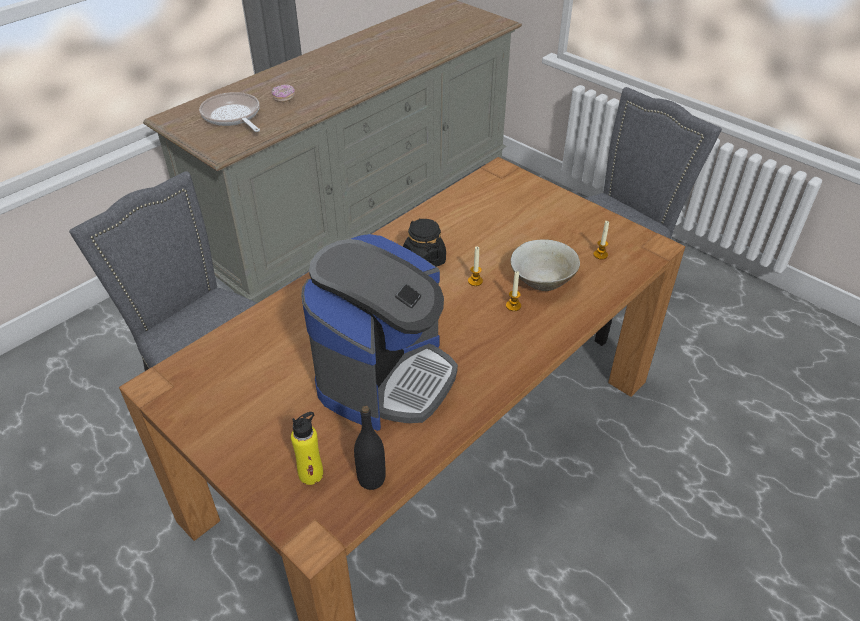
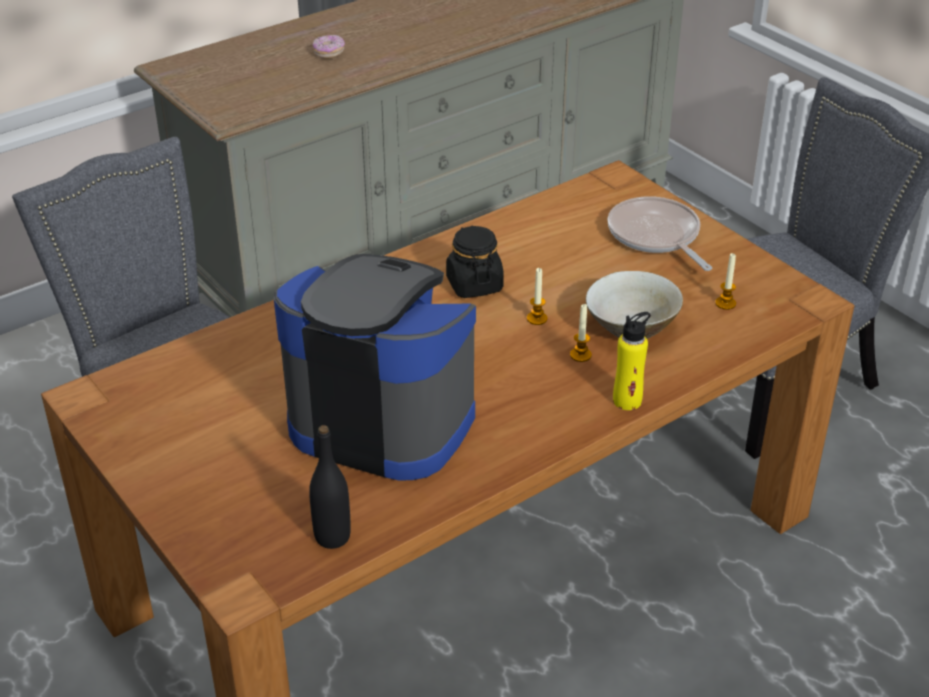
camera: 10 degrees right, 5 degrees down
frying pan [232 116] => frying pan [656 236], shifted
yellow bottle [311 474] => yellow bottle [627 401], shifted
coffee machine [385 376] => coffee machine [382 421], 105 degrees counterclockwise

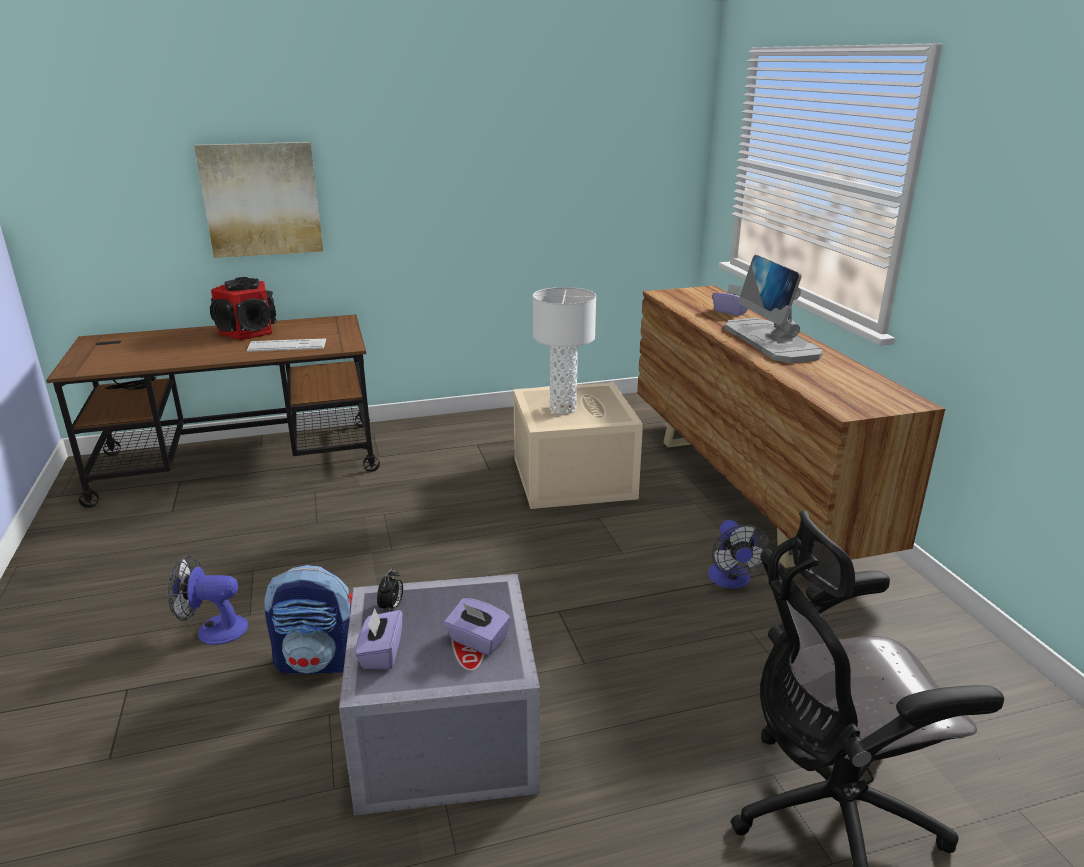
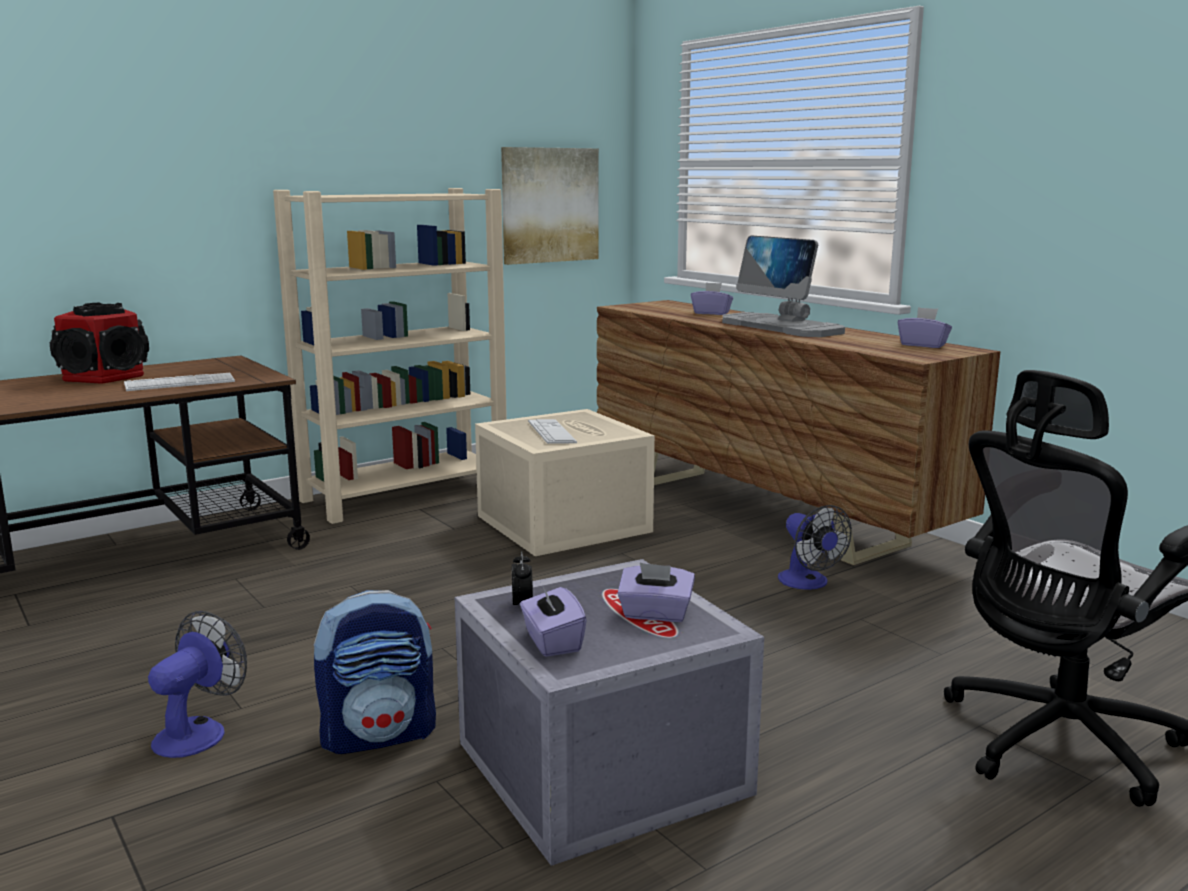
camera: 20 degrees left, 10 degrees down
nothing => beige bookcase [405 493]
nothing => purple tissue box [923 345]
picture [261 199] => picture [550 205], shifted
white table lamp [562 408] => keyboard [551 432]
fan [213 629] => fan [198 732], 135 degrees clockwise

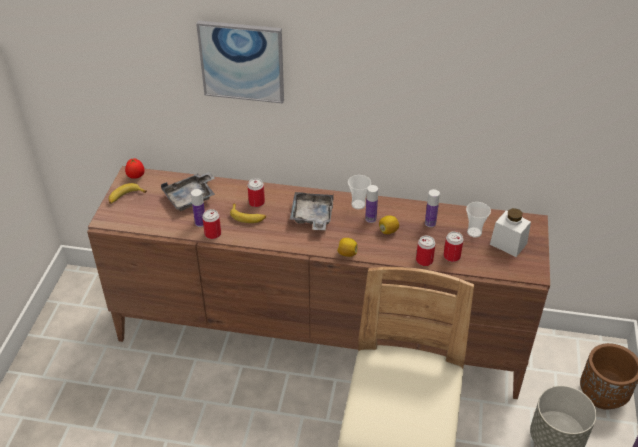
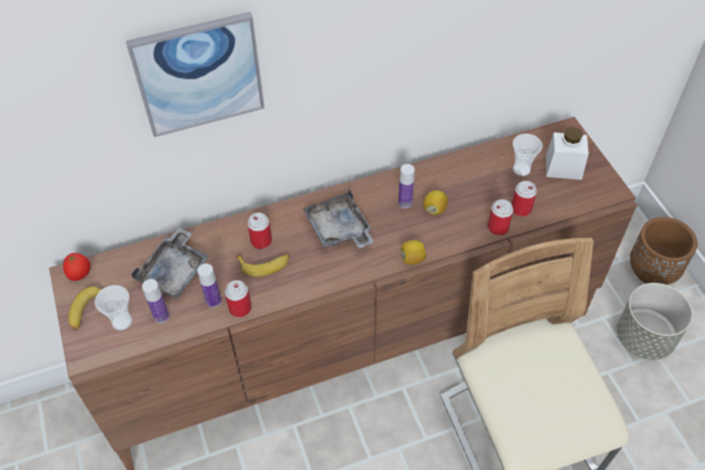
camera: 30 degrees left, 10 degrees up
cup [358 204] => cup [122 321], shifted
bottle [430 223] => bottle [161 316], shifted

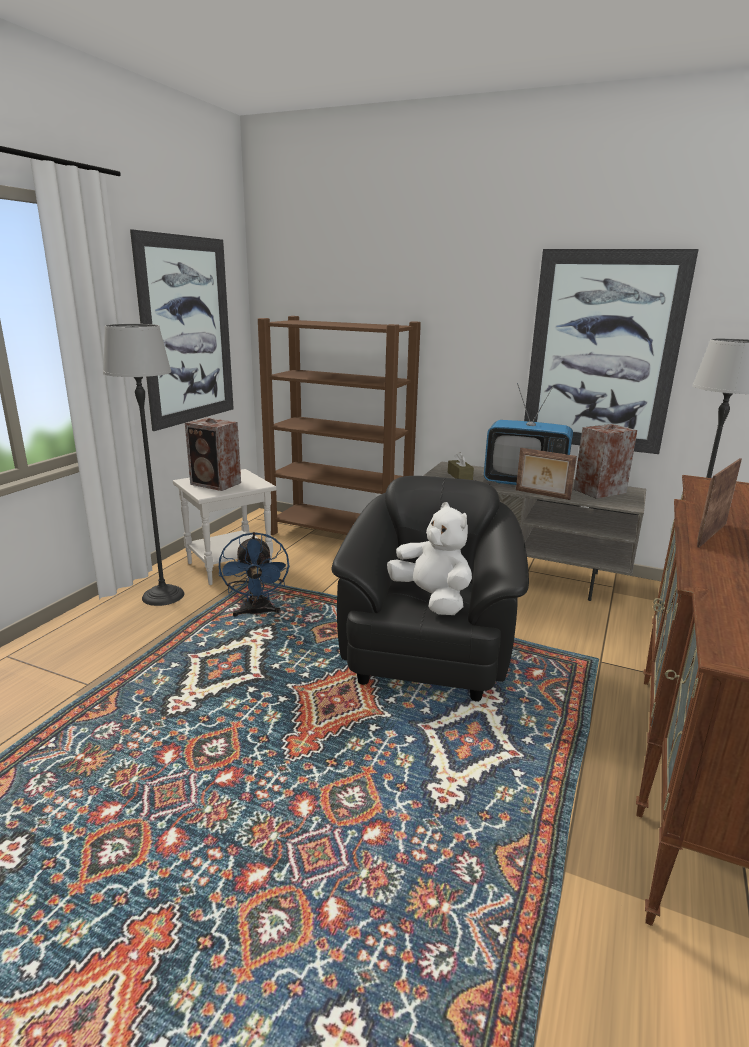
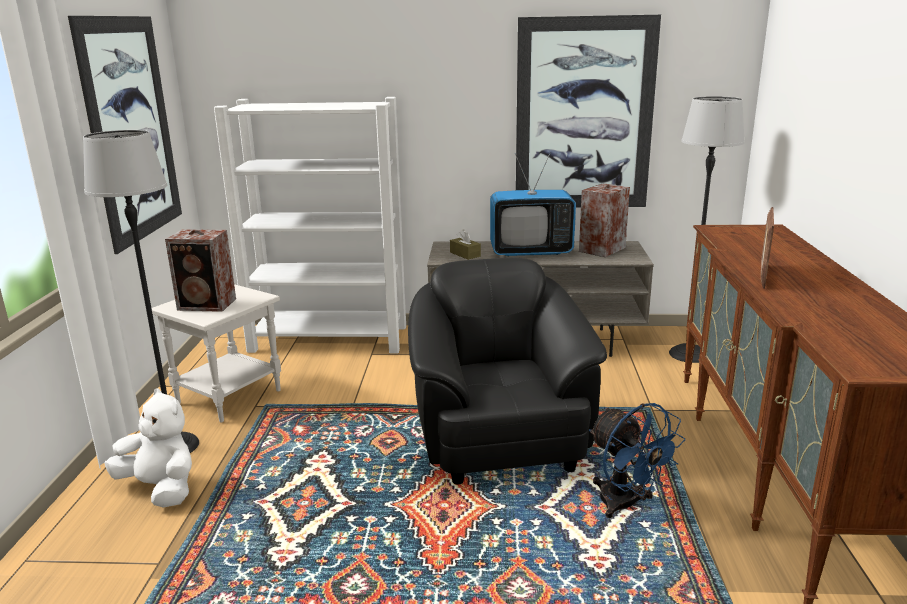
camera: 20 degrees left, 0 degrees up
picture frame [542 495] => nothing
blue fan [256 613] => blue fan [626 505], shifted
white plush toy [432 599] => white plush toy [161 488], shifted
brown bookcase [339 535] => white bookcase [329 338]

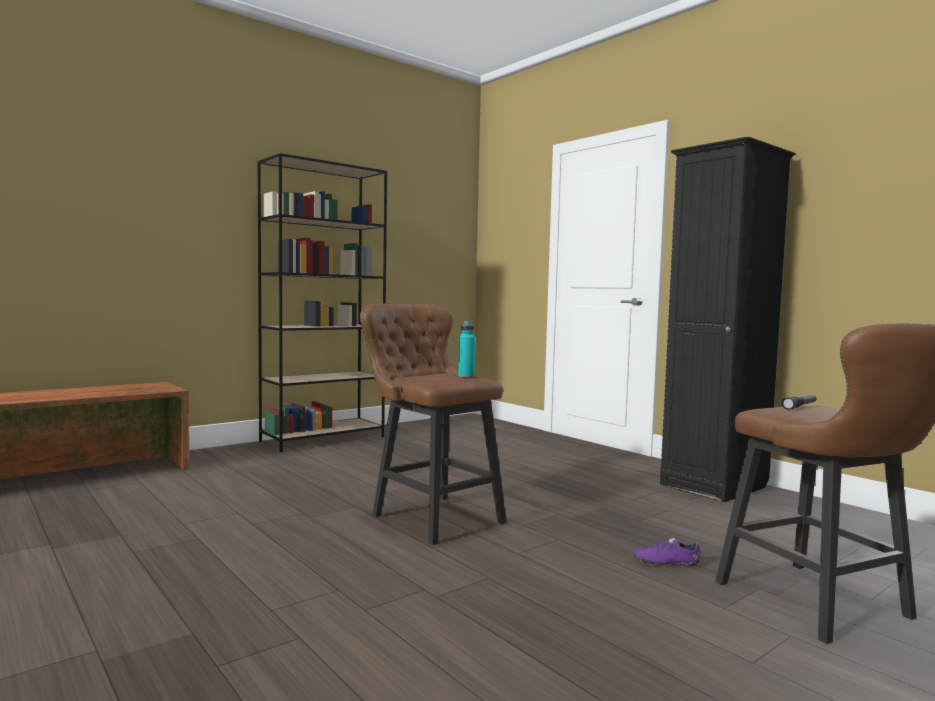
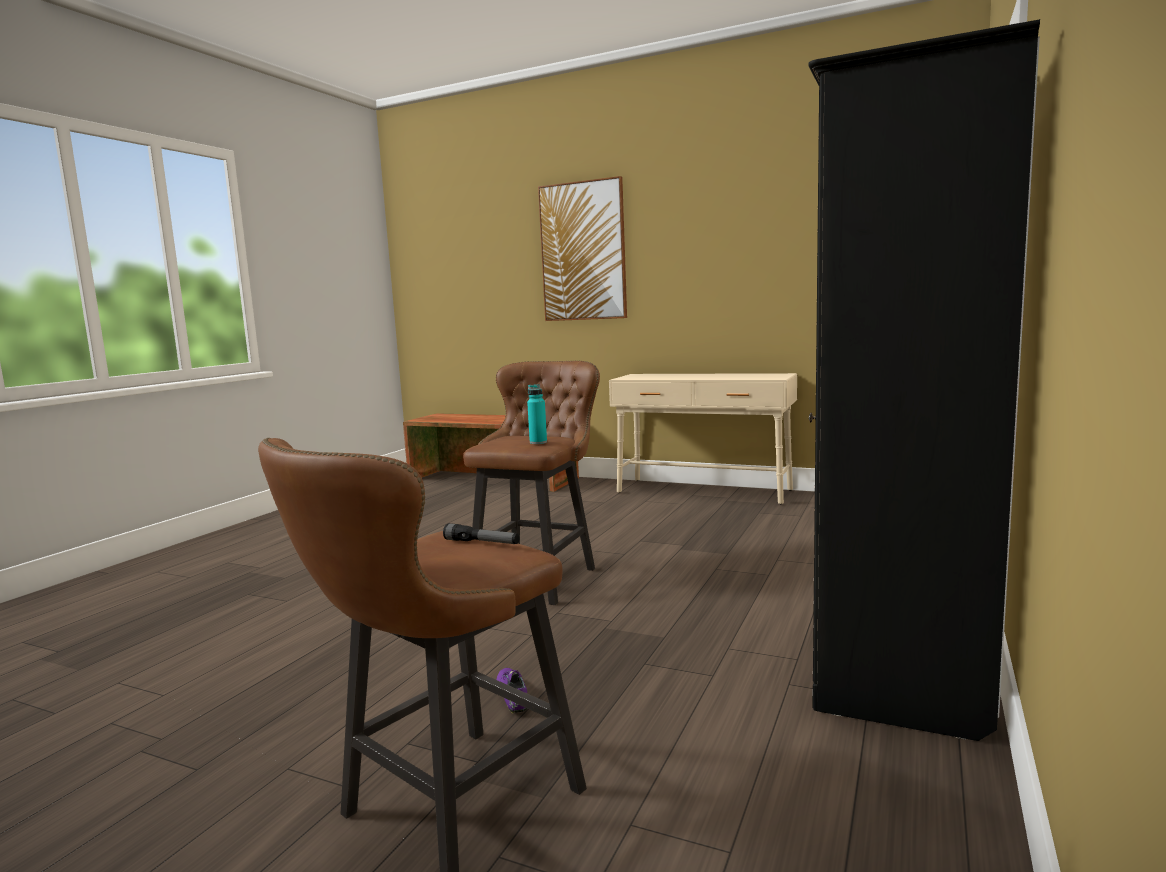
camera: 65 degrees right, 5 degrees up
nothing => picture [583 251]
beige bookcase [323 439] => beige console table [703 491]

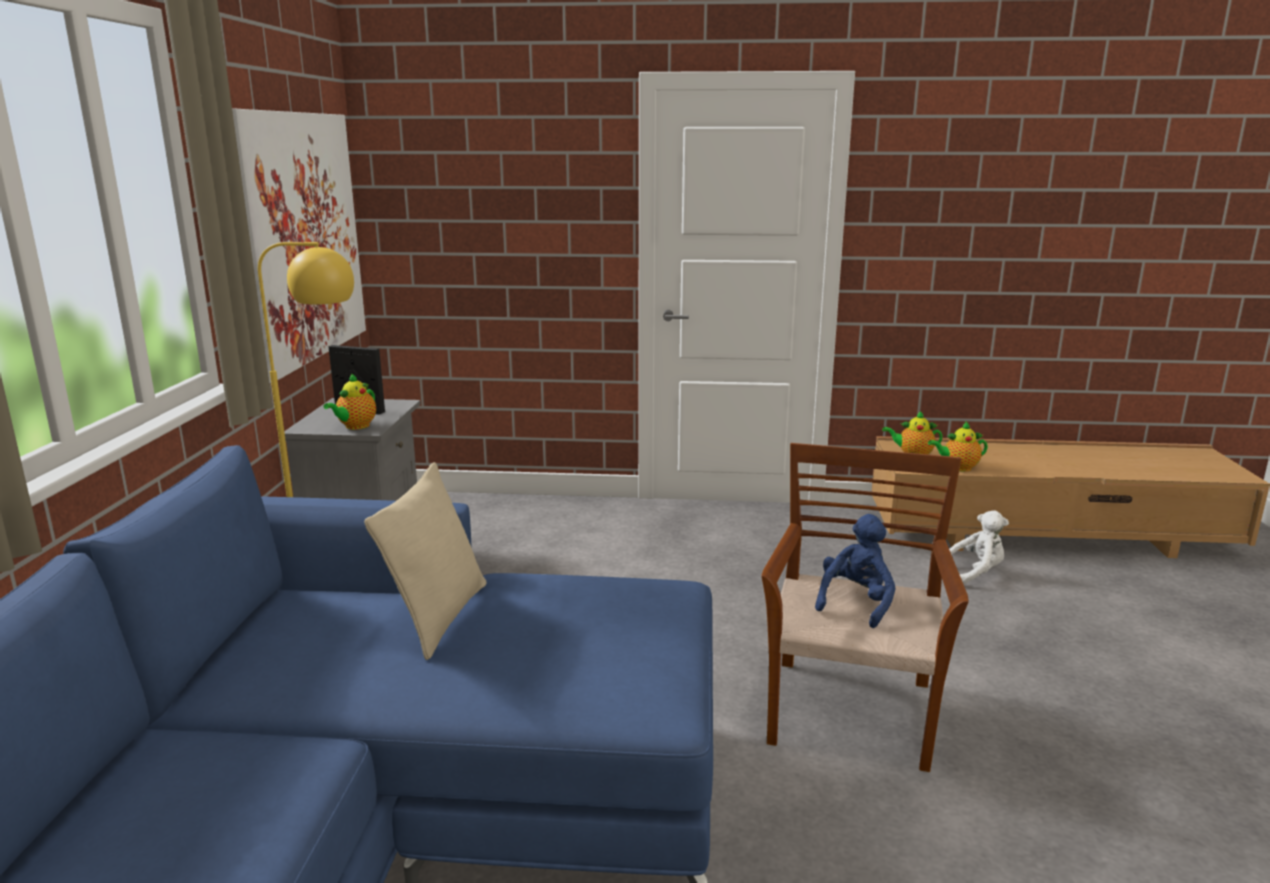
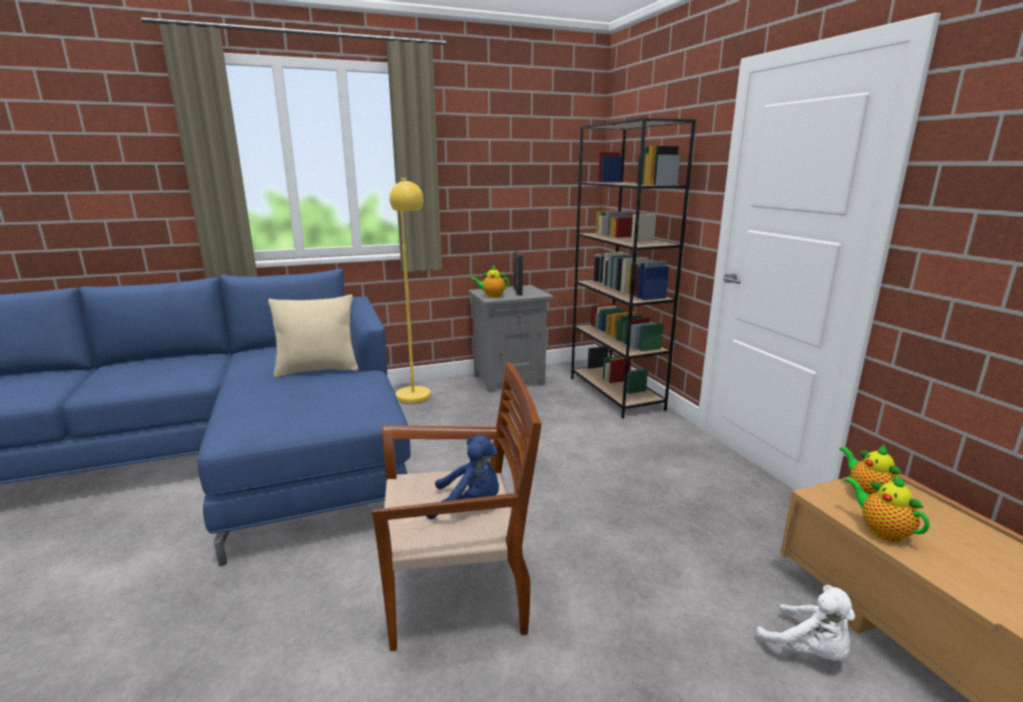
camera: 65 degrees right, 0 degrees up
picture [300 237] => nothing
nothing => beige bookcase [616 393]

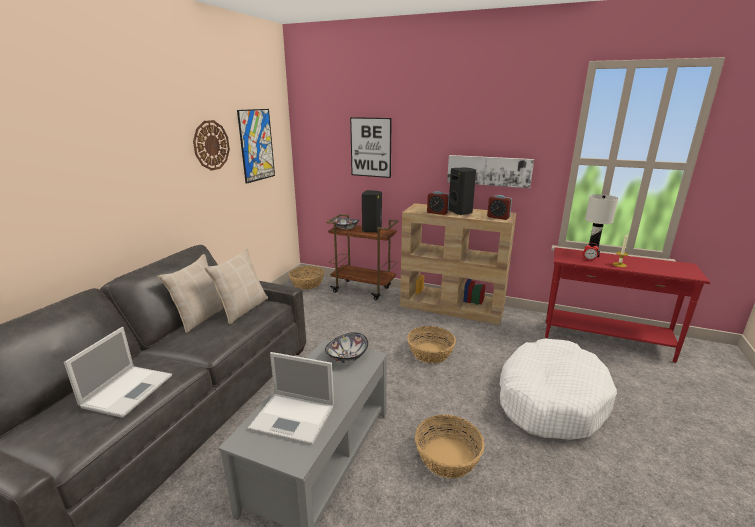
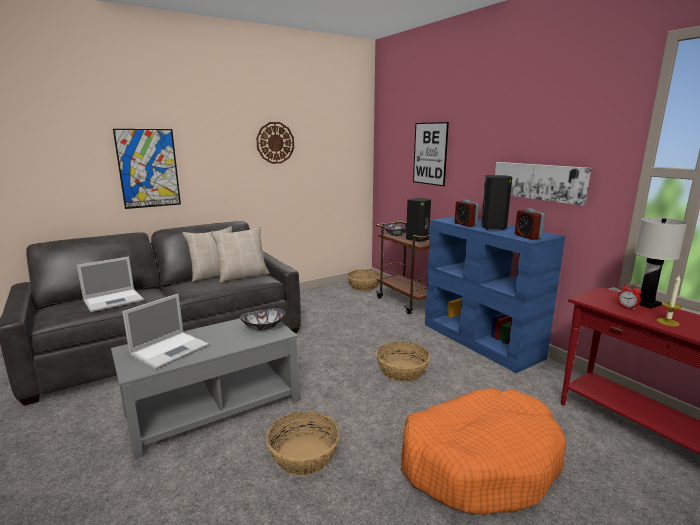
camera: 35 degrees right, 5 degrees down
picture [256 145] => picture [148 168], shifted
brown bookcase [452 306] => blue bookcase [481 340]
white dog bed [550 399] => orange dog bed [479 461]
laptop [294 417] => laptop [171 349], 105 degrees counterclockwise

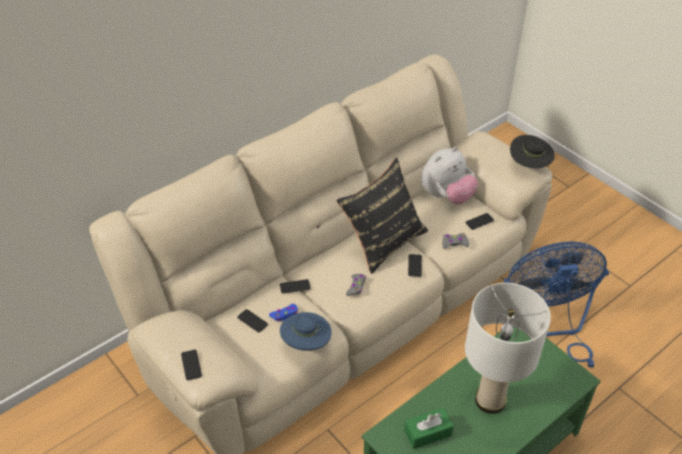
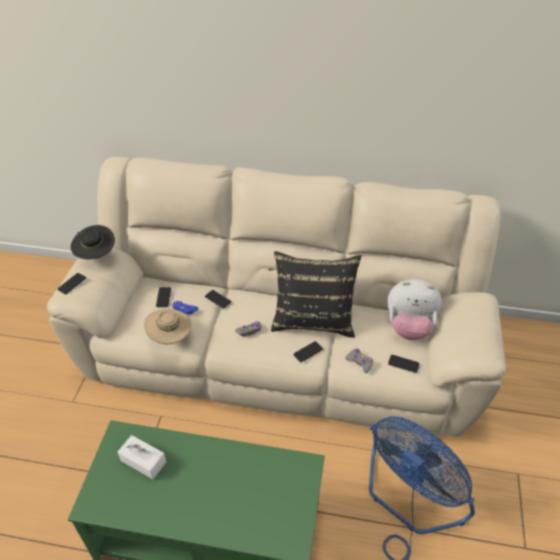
camera: 50 degrees right, 0 degrees up
white table lamp [489 400] => nothing
black hat [529 165] => black hat [96 255], shifted
blue hat [306 343] => beige hat [170 337]
green tissue box [428 433] => white tissue box [143 461]

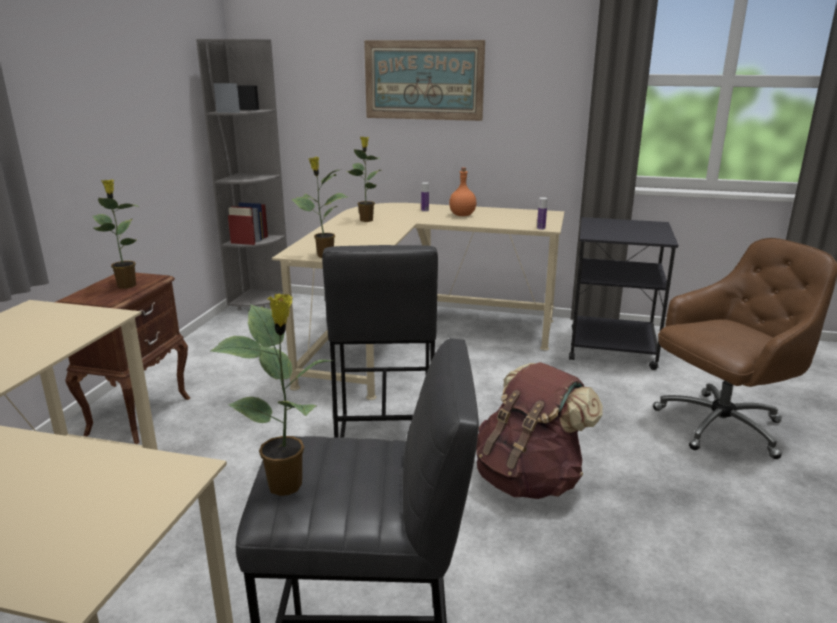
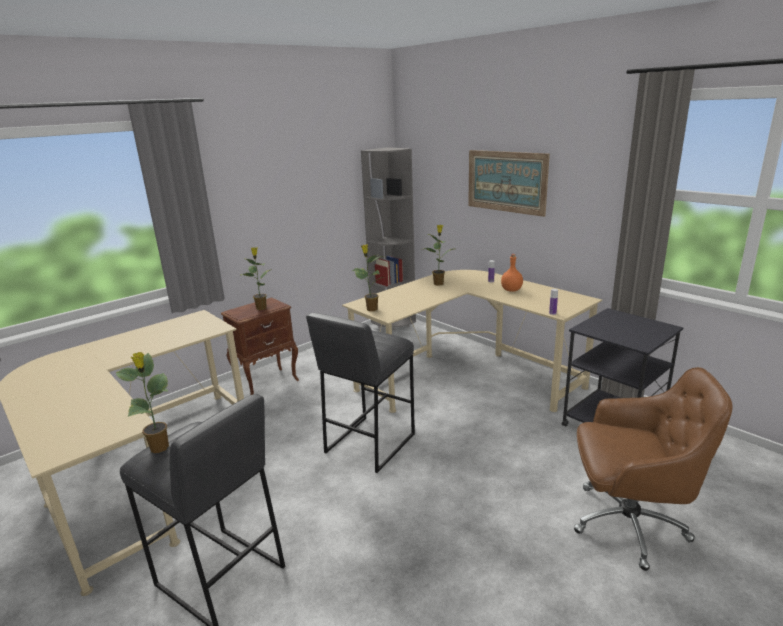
camera: 35 degrees right, 0 degrees up
brown backpack [529 479] => nothing

